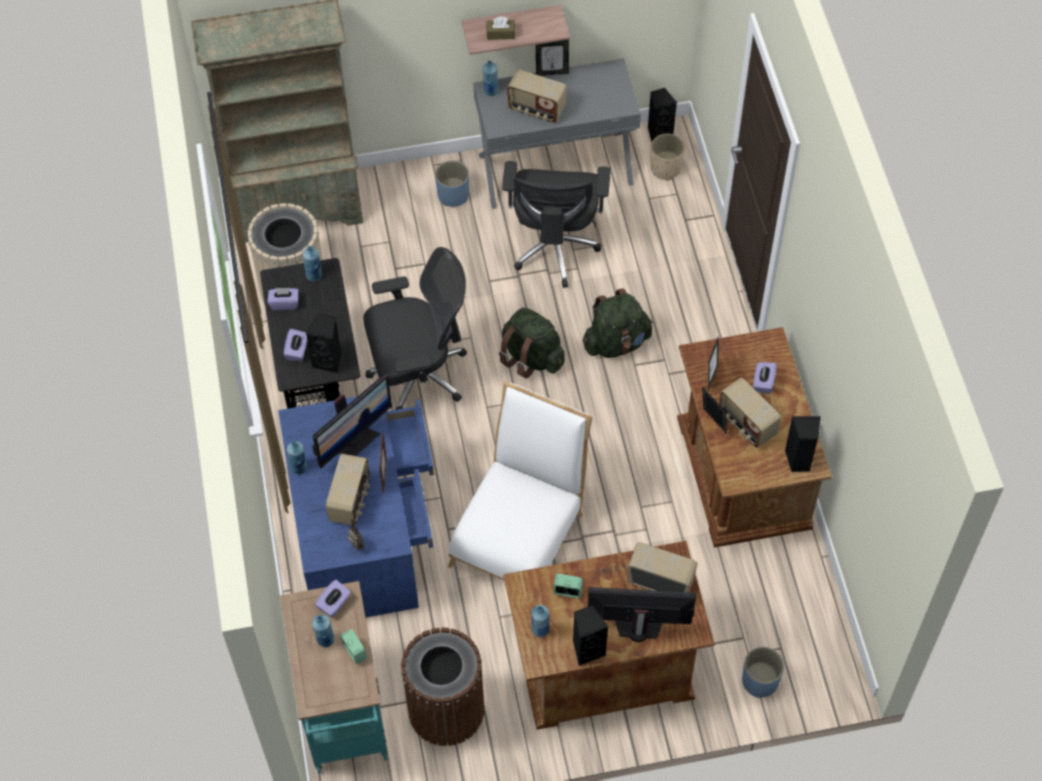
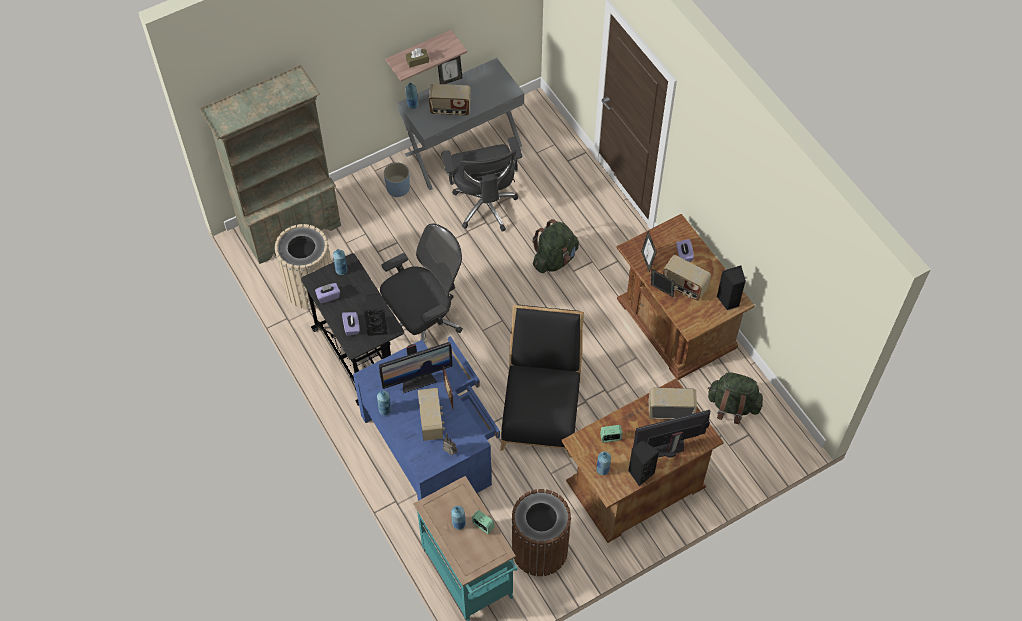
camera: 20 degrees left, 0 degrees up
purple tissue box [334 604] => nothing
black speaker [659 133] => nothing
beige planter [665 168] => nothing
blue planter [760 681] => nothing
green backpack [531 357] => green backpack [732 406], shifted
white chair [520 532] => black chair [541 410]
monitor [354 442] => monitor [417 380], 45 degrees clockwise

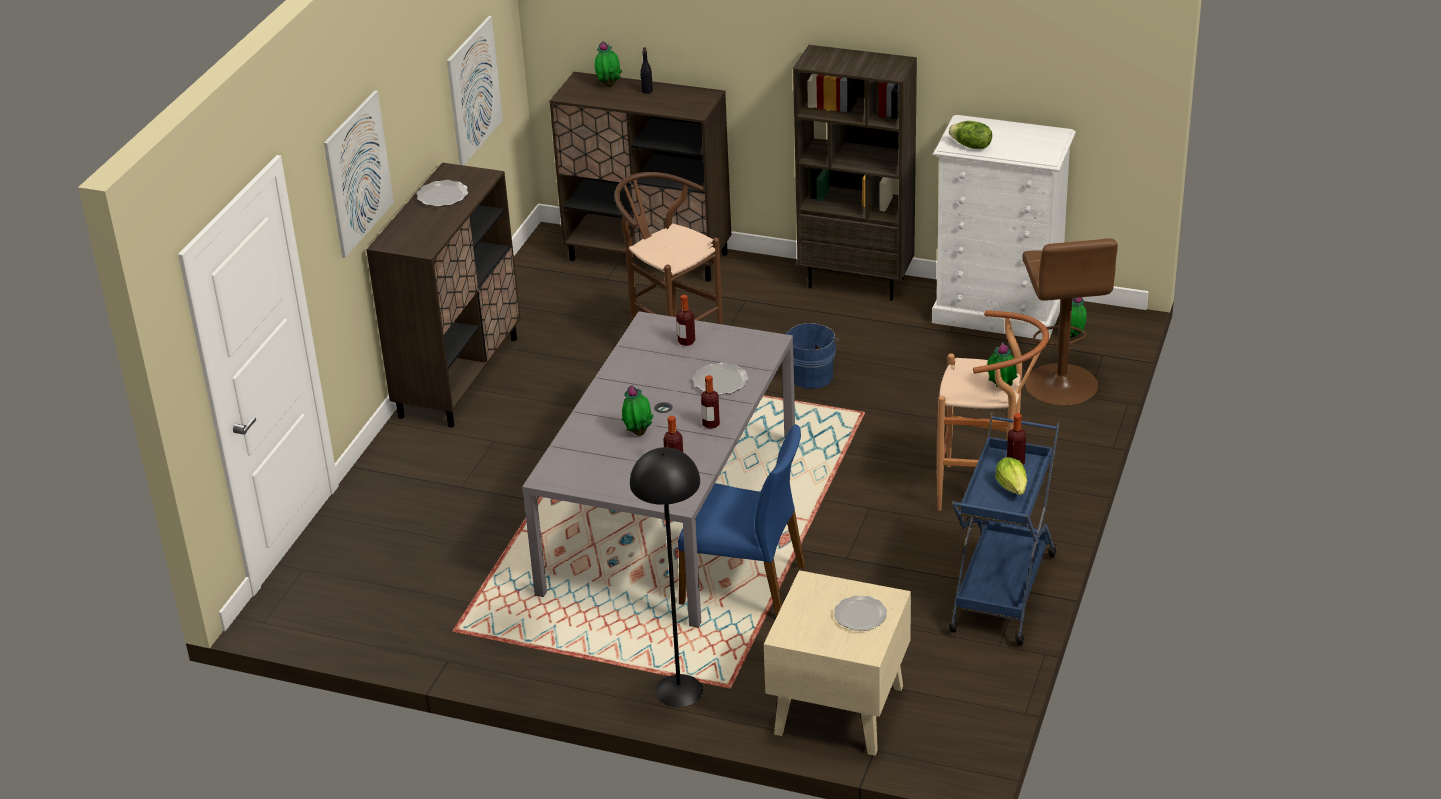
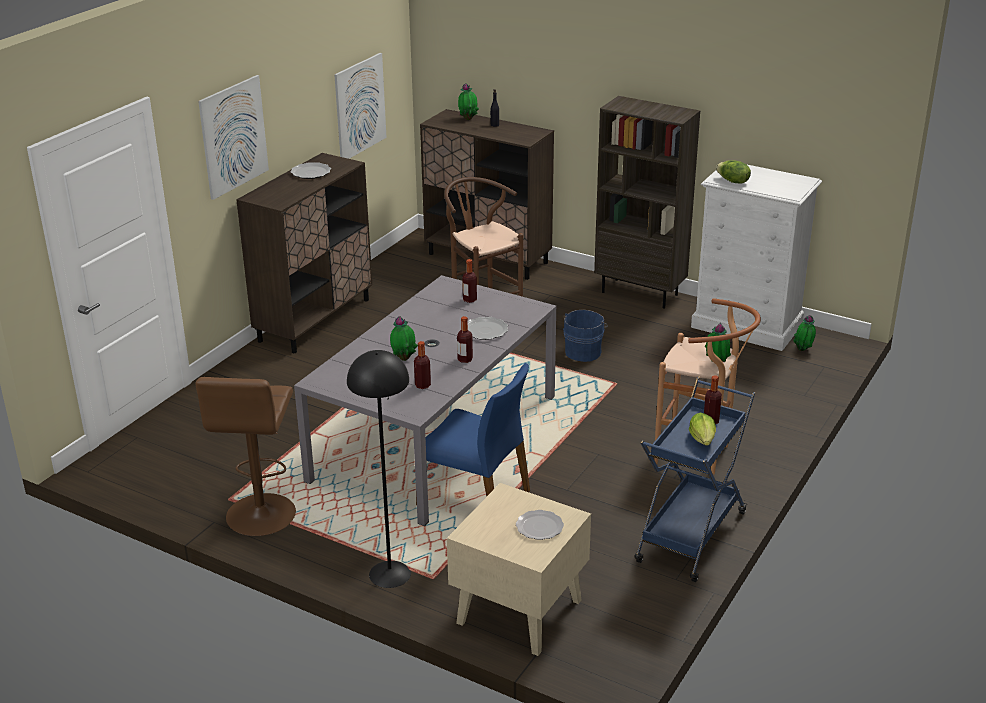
camera: 10 degrees right, 5 degrees down
brown stool [1060 385] => brown stool [260 515], shifted

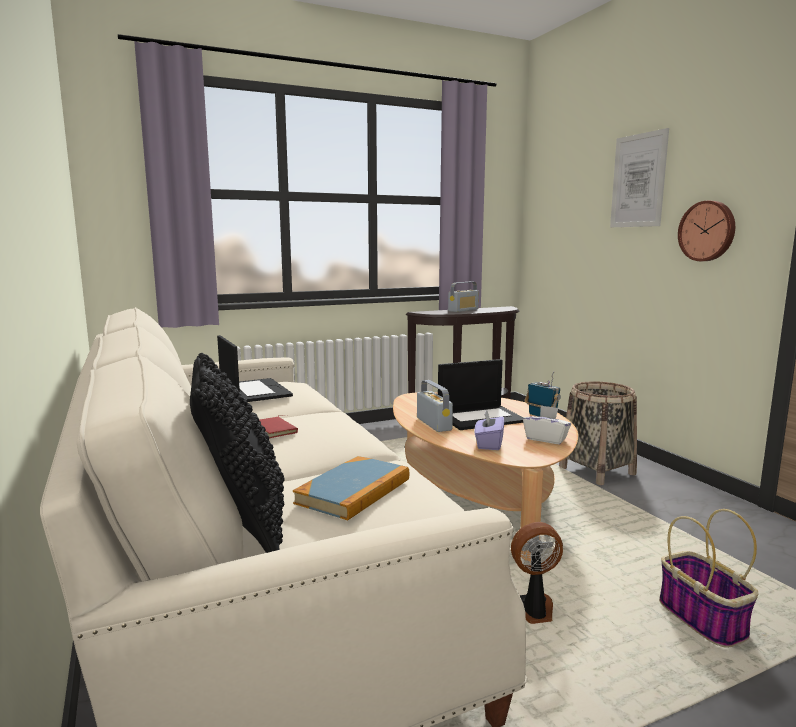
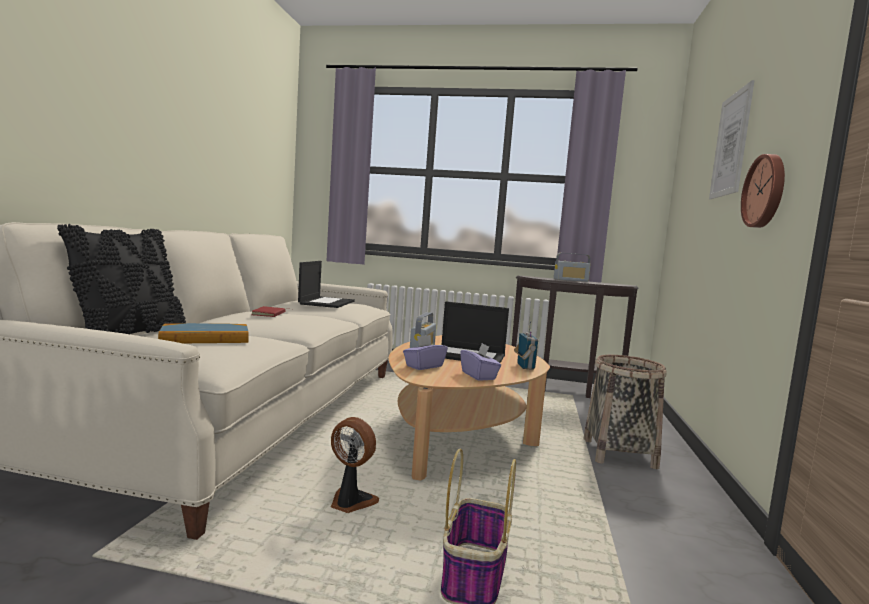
camera: 35 degrees right, 5 degrees down
white tissue box [546 439] => purple tissue box [479 376]

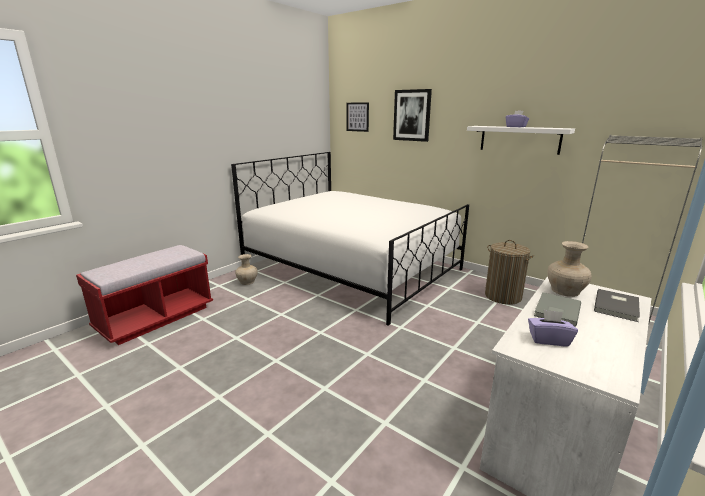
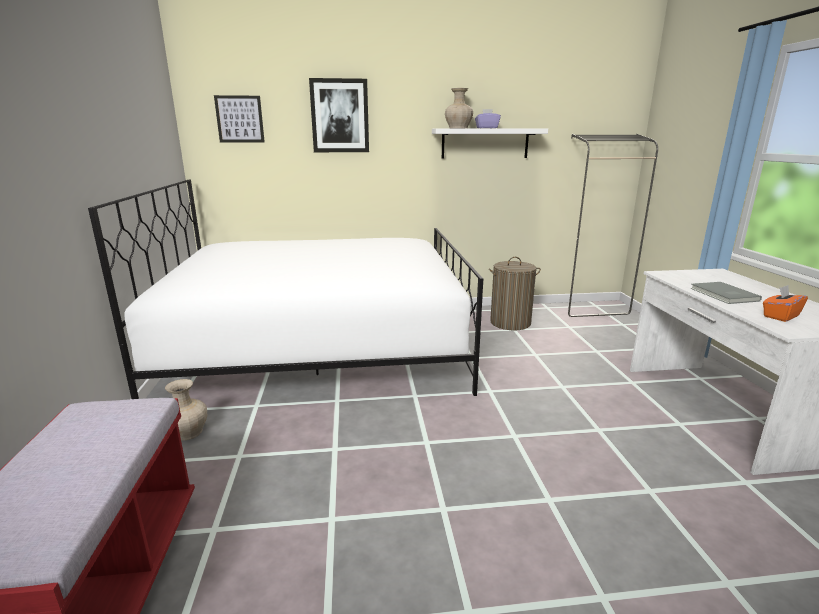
camera: 45 degrees left, 0 degrees up
grey book [617 306] => nothing
beige vase [565 291] => beige vase [458 128], shifted
purple tissue box [548 339] => orange tissue box [780 316]

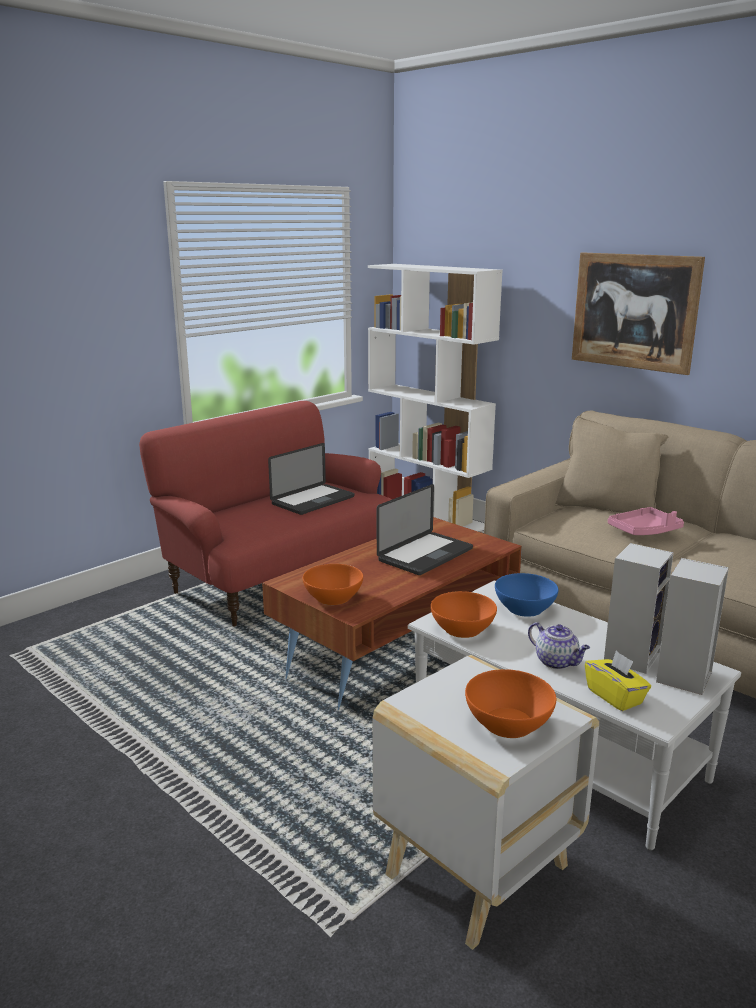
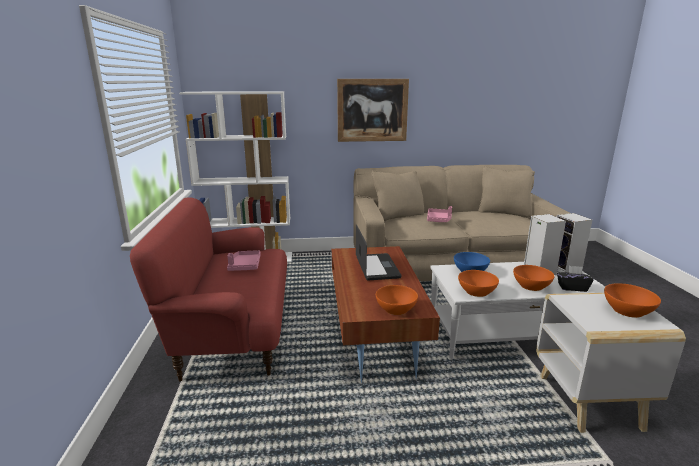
camera: 50 degrees left, 0 degrees up
laptop [313 500] => pink tray [245 266]
teapot [557 662] => orange bowl [531 286]
yellow tissue box [615 696] => black tissue box [572 287]

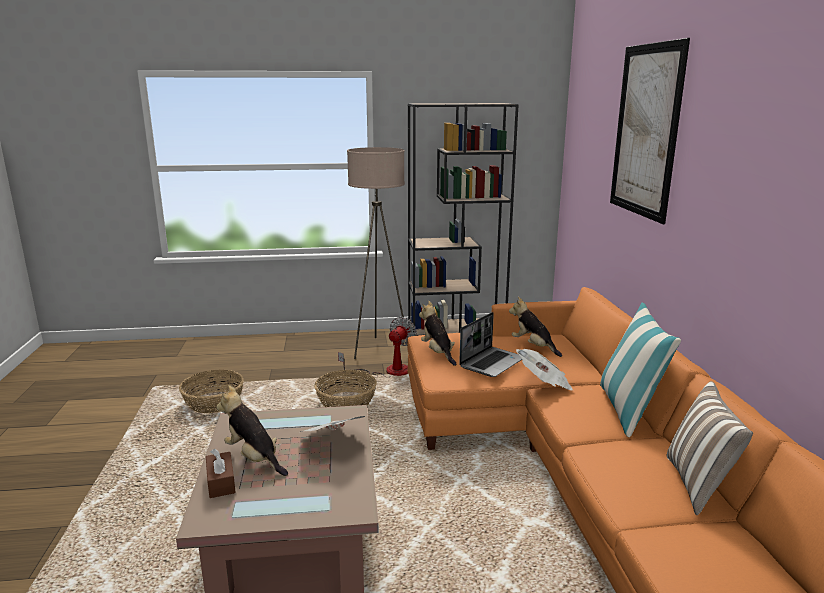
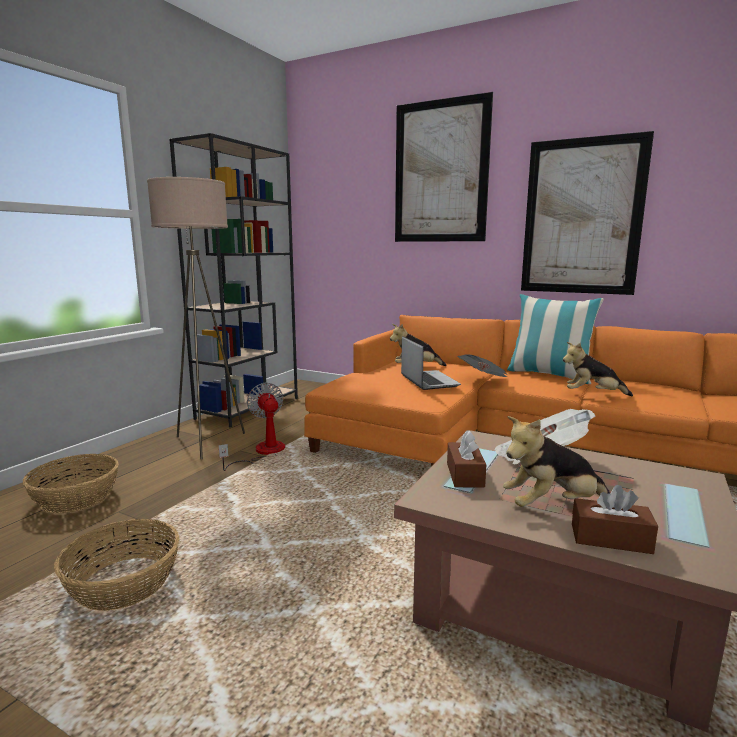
camera: 55 degrees left, 5 degrees down
pillow [699 485] => nothing
nothing => brown tissue box [465 475]
nothing => picture [582 217]
basket [346 403] => basket [77 497], shifted
plush toy [438 353] => plush toy [593 394], shifted

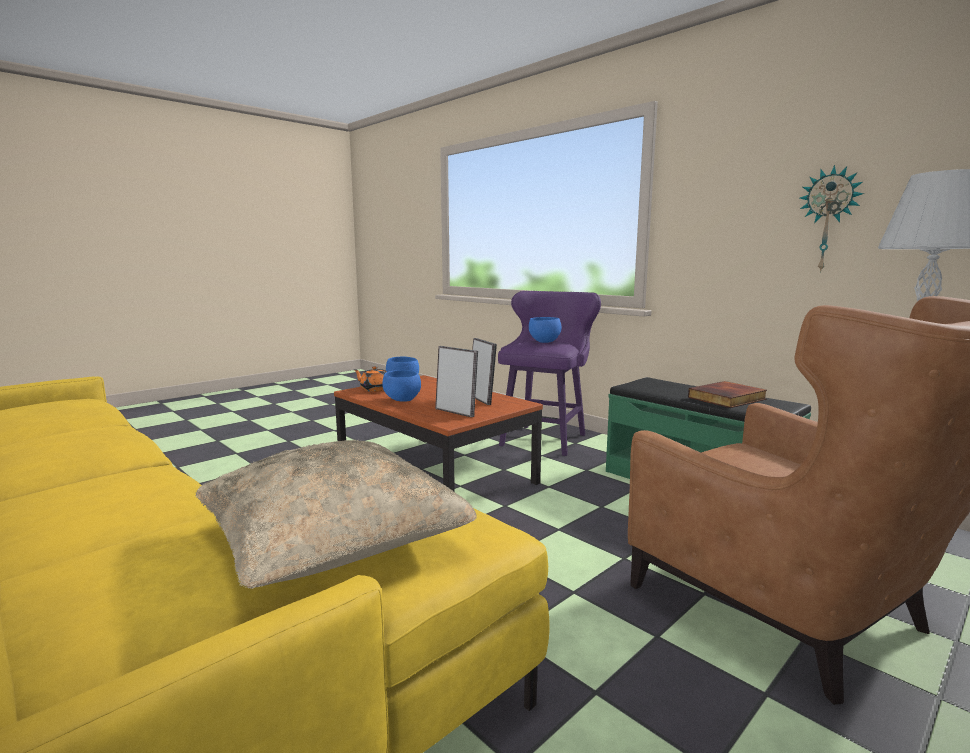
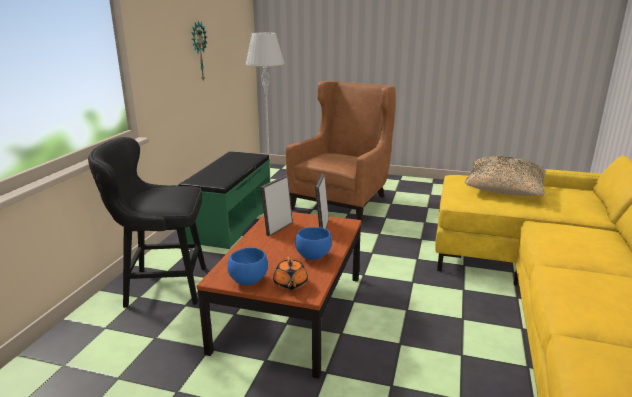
camera: 120 degrees left, 10 degrees up
blue bowl [544 342] => nothing
book [727 398] => nothing
purple stool [545 438] => black stool [162 286]

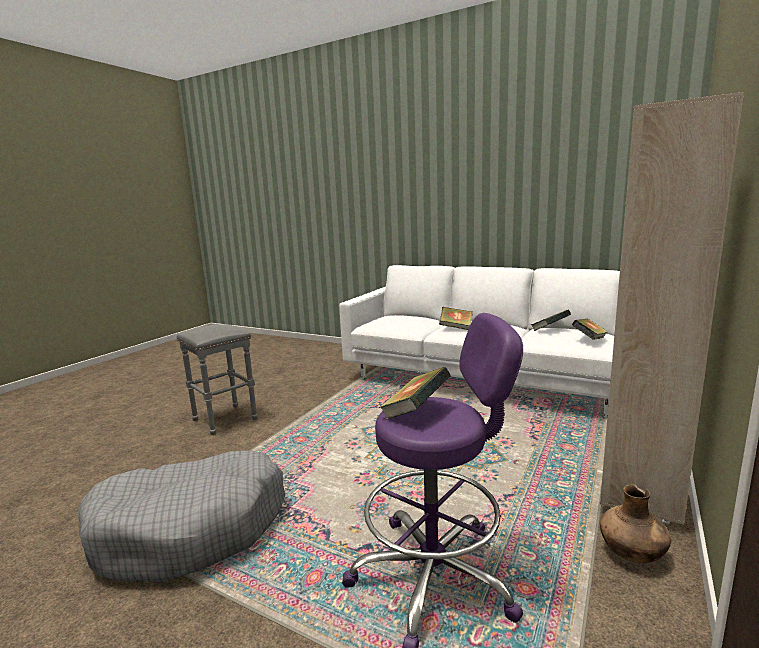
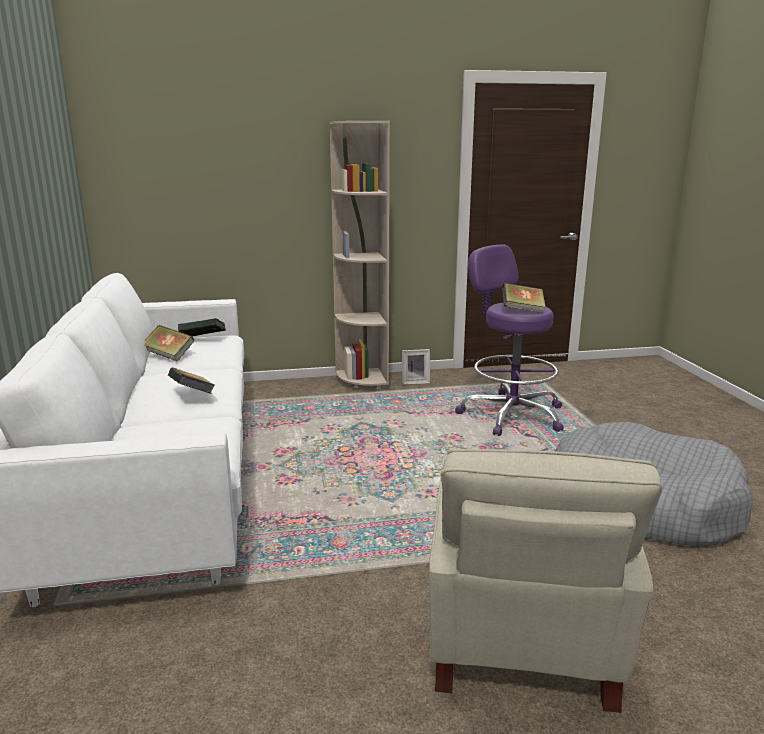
camera: 130 degrees left, 5 degrees up
grey stool [225 418] => beige armchair [520 640]
brown vase [632 554] => picture frame [415 382]

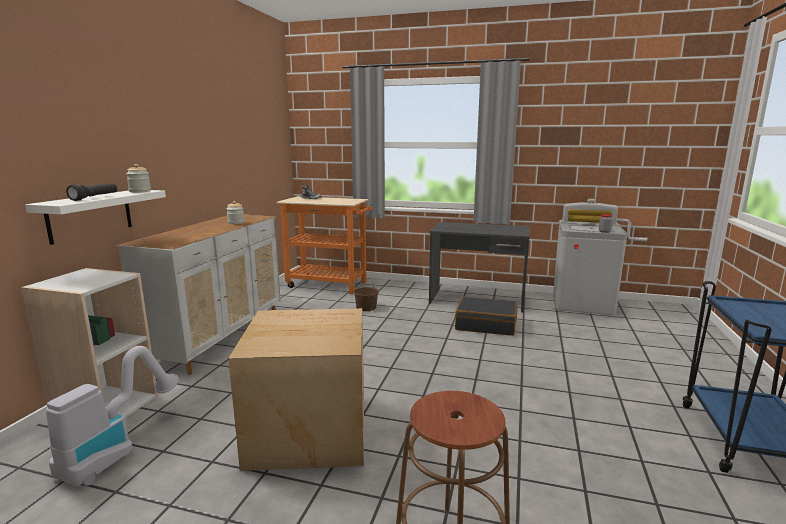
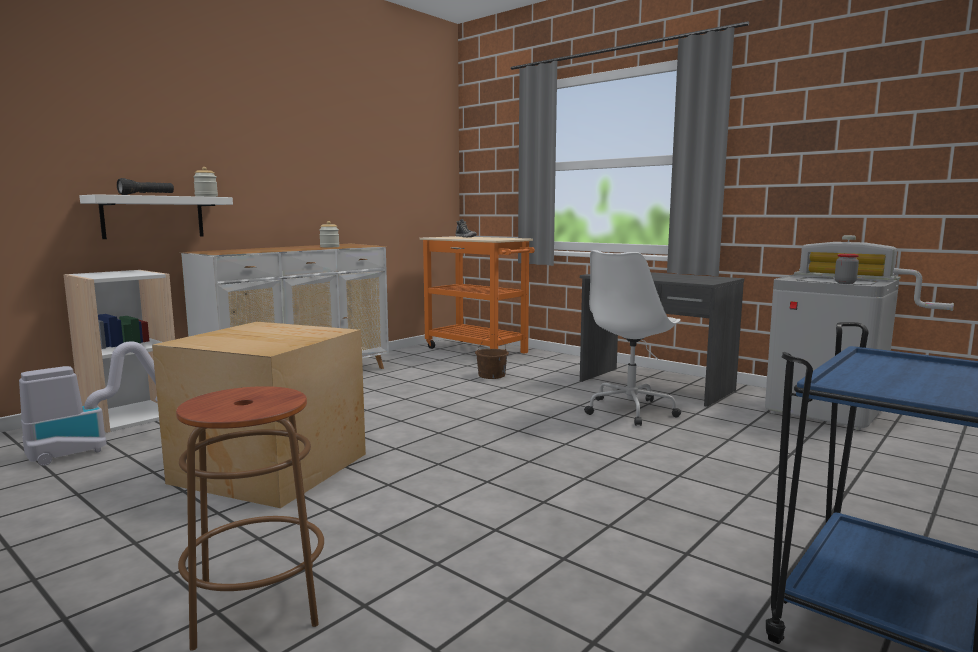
camera: 25 degrees right, 5 degrees down
black suitcase [486 324] => white office chair [628 411]

